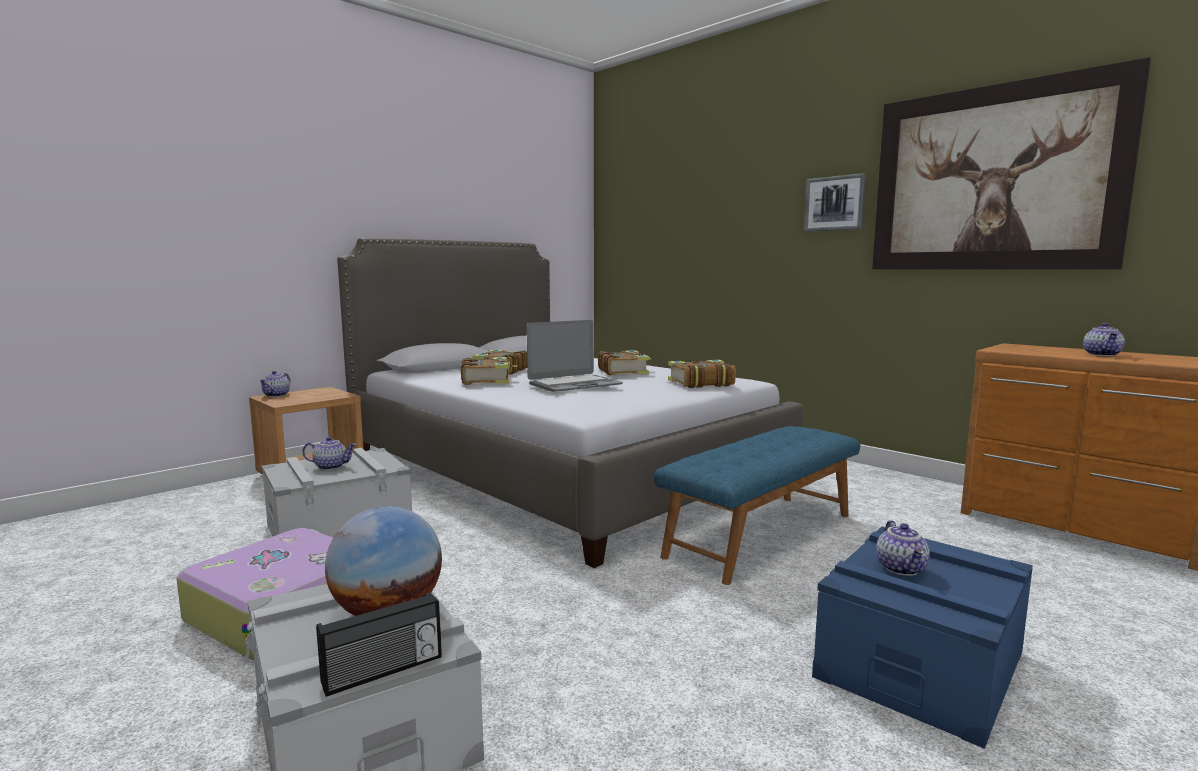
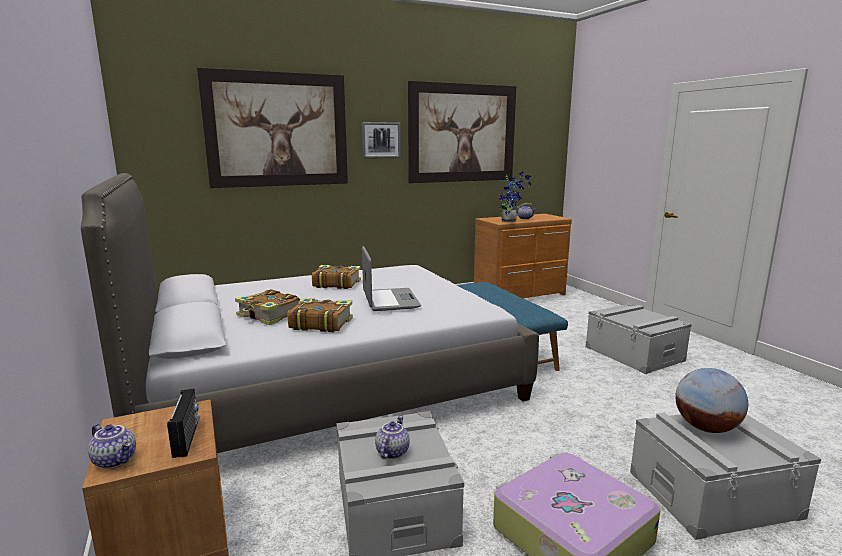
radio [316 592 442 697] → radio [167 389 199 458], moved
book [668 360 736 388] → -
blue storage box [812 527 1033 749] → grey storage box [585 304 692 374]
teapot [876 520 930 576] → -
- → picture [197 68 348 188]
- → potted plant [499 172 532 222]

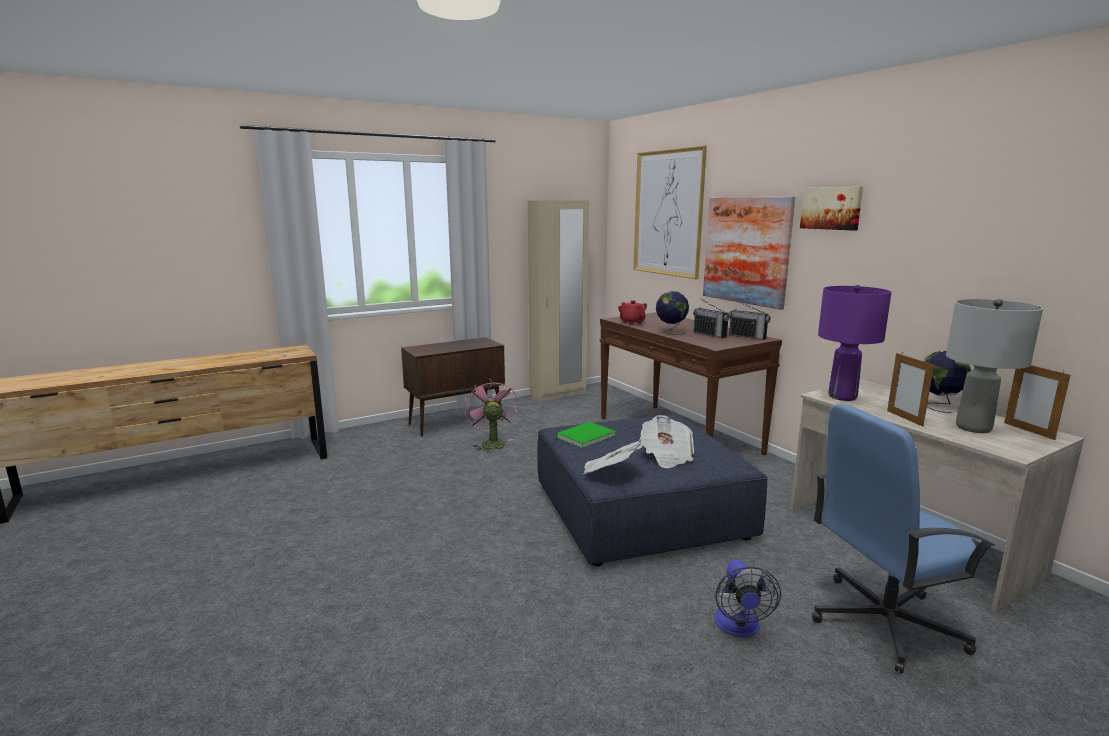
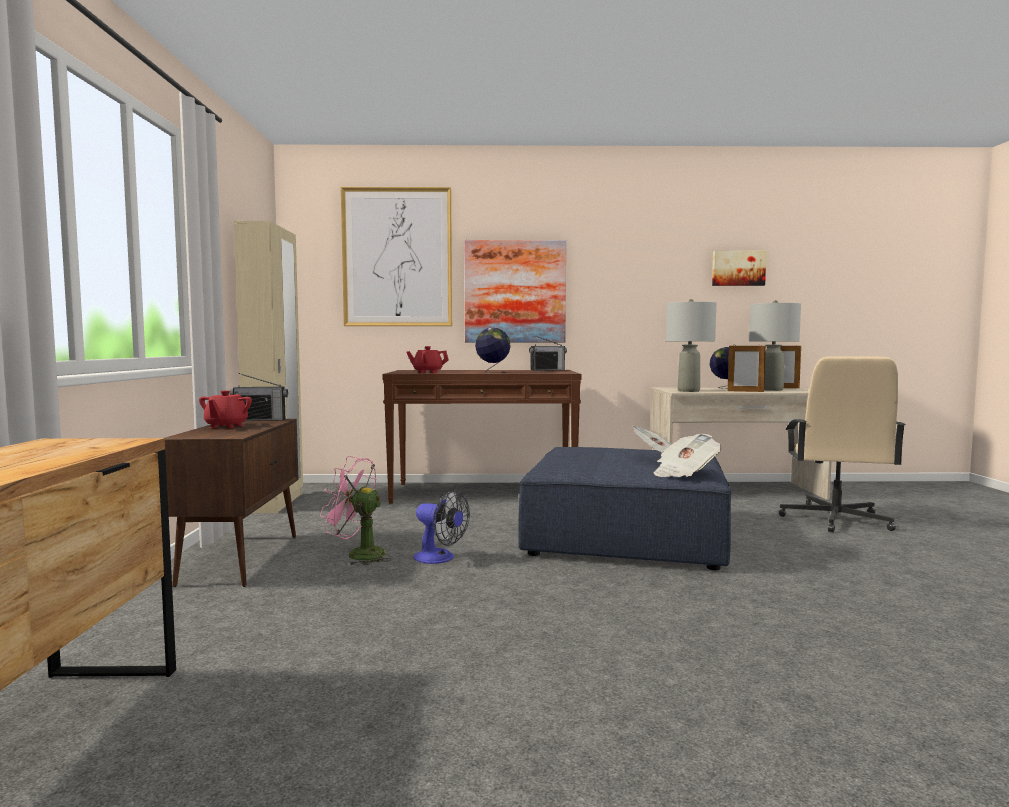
green book [556 422 616 448] → -
radio [693 300 729 338] → radio [230 373 288 421], moved
fan [714 560 781 637] → fan [413 490 470 564], moved
picture [800 187 863 231] → picture [712 251 766 286], moved
blue office chair [812 404 995 674] → beige office chair [779 356 906 532]
purple table lamp [818 285 892 401] → grey table lamp [666 299 716 392]
- → red teapot [199 390 252 429]

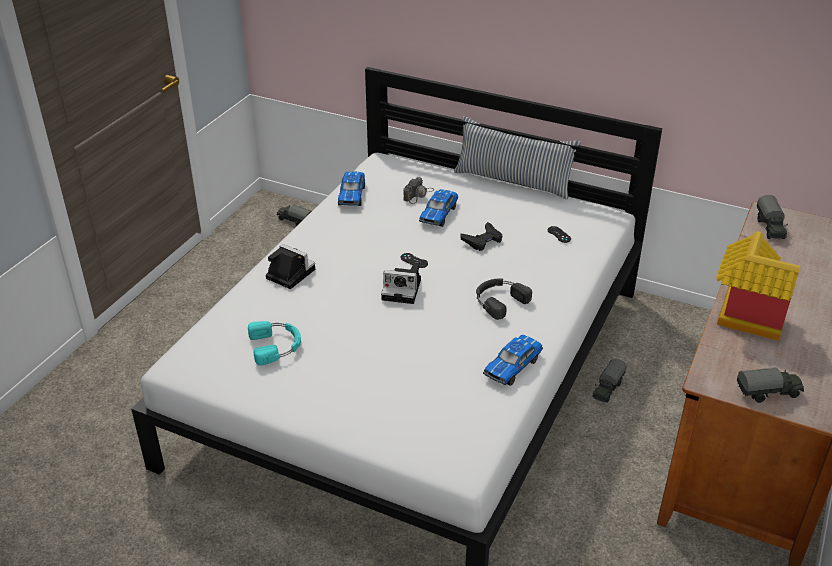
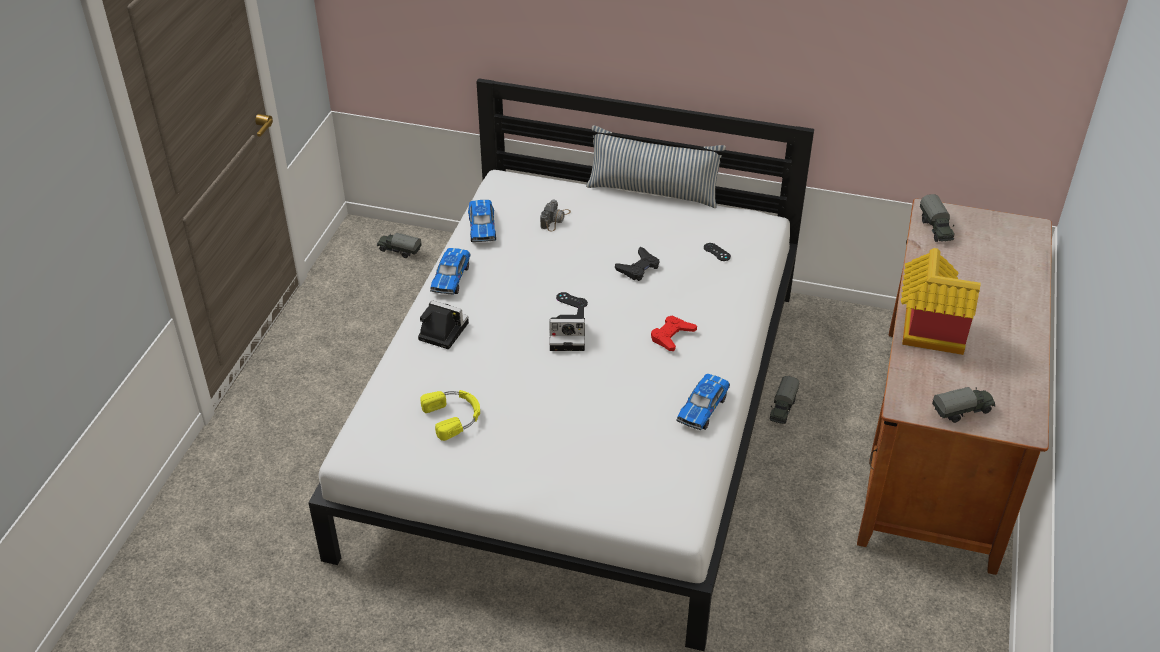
turquoise headphones [248 321 301 366] → yellow headphones [420 390 480 441]
toy car [419 189 458 227] → toy car [430 248 470 295], moved
black headphones [476 278 532 320] → red game controller [651 315 697 351]

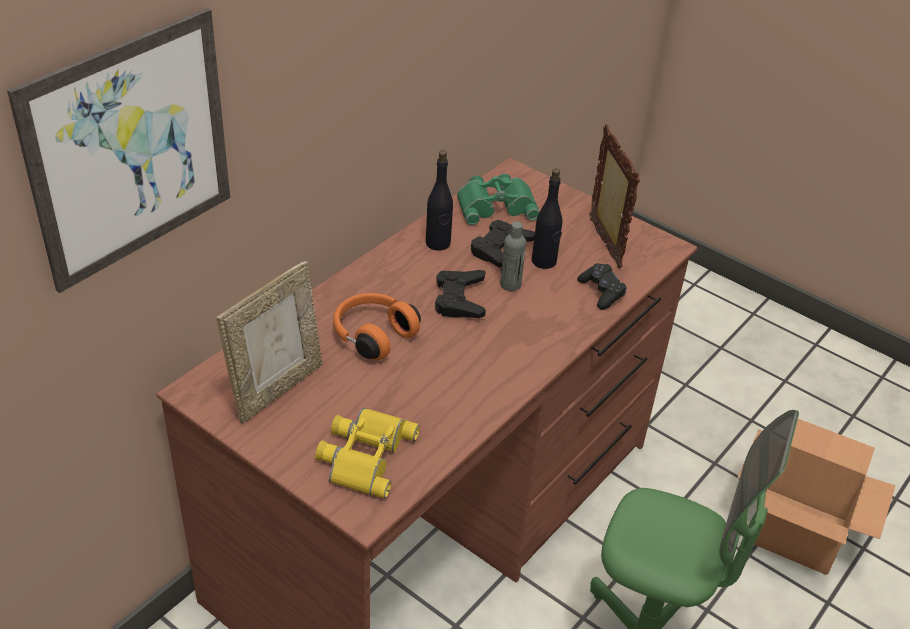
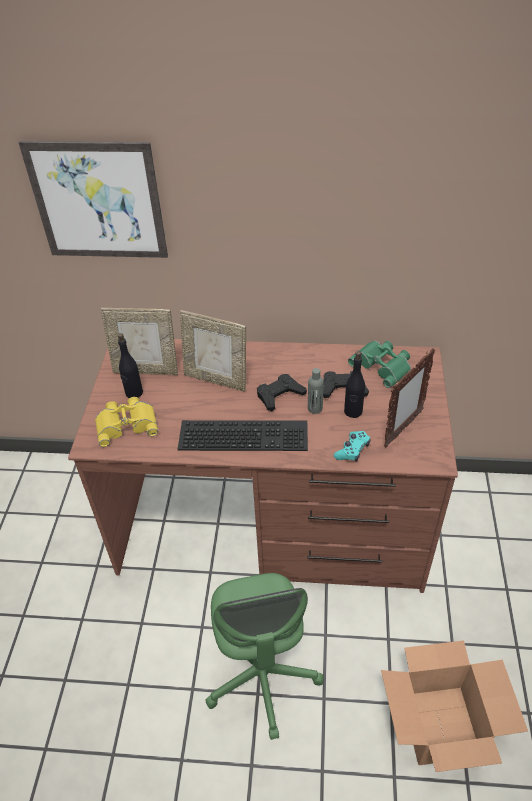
orange headphones [333 293 421 360] → picture frame [180 310 246 392]
black bottle [426 150 453 251] → black bottle [118 333 143 398], moved
black game controller [577 263 627 310] → turquoise game controller [334 431 370 461]
- → keyboard [178 420 308 451]

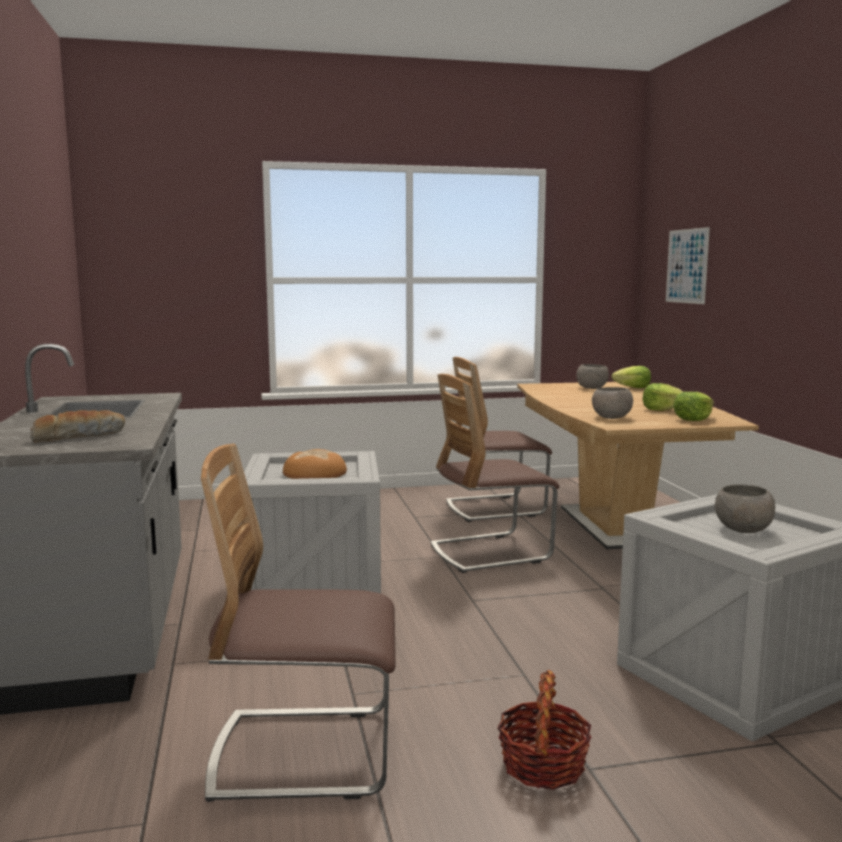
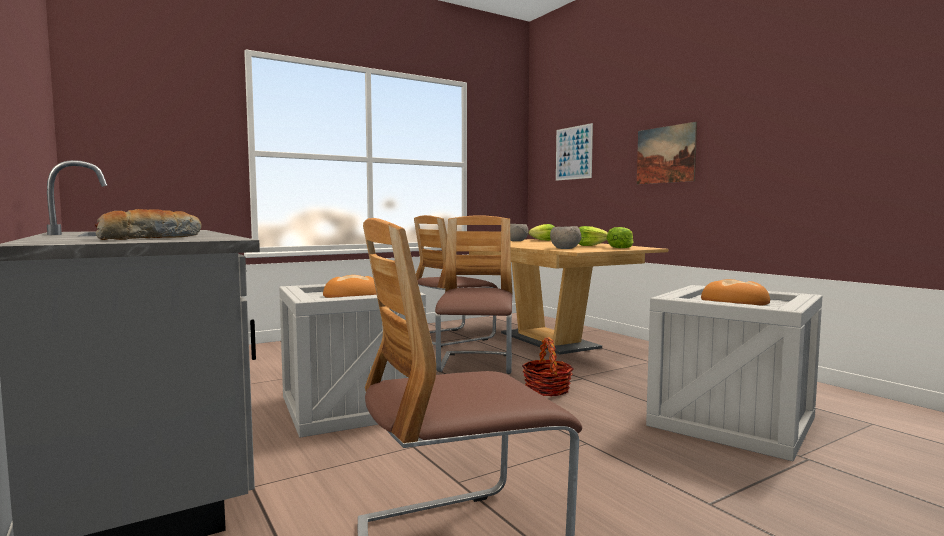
chair [430 374 559 573] → chair [435 215 512 374], 135 degrees clockwise
basket [497 670 592 790] → basket [522 337 573 397], moved
grey bowl [715 484 775 533] → bread [701 279 770 306]
- → picture [637 122 697 184]

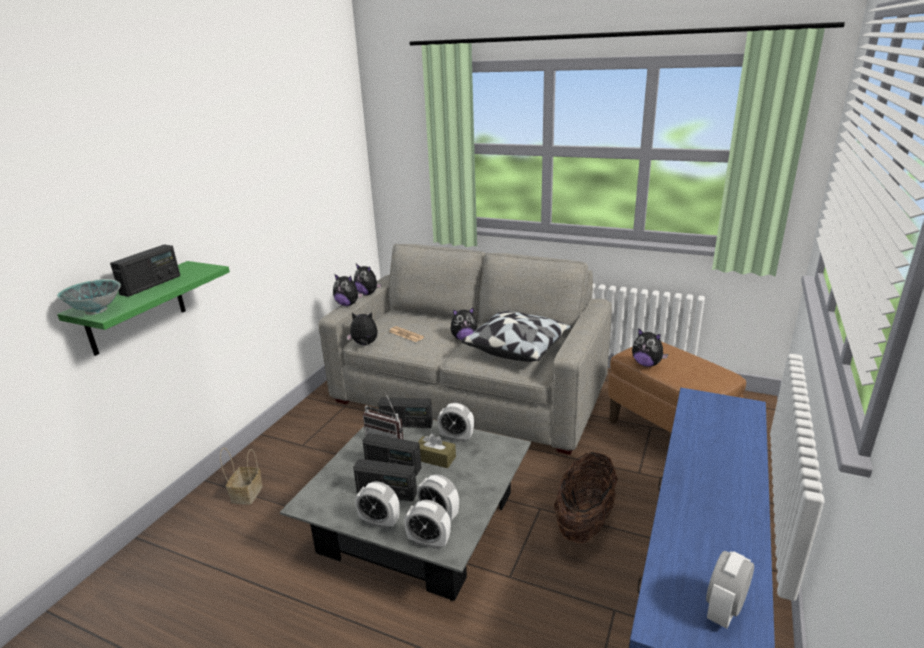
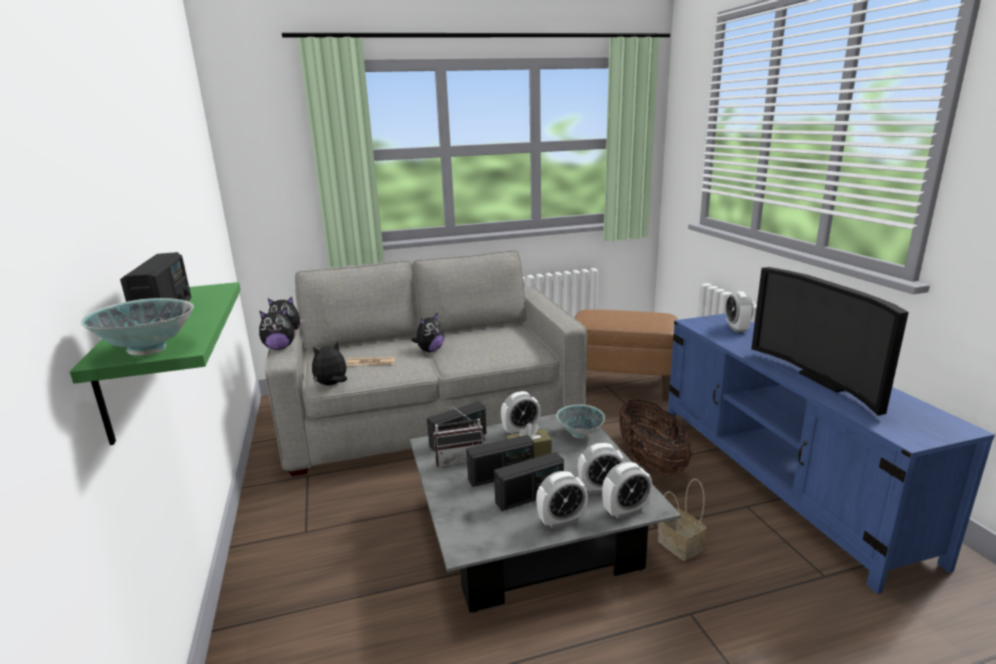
basket [220 448 263 504] → basket [658 479 707 561], moved
pillow [461 311 572 362] → -
plush toy [632 328 668 367] → -
alarm clock [706 551 754 628] → alarm clock [726 291 753 332], moved
- → bowl [556 405 605 438]
- → television [751 267 909 416]

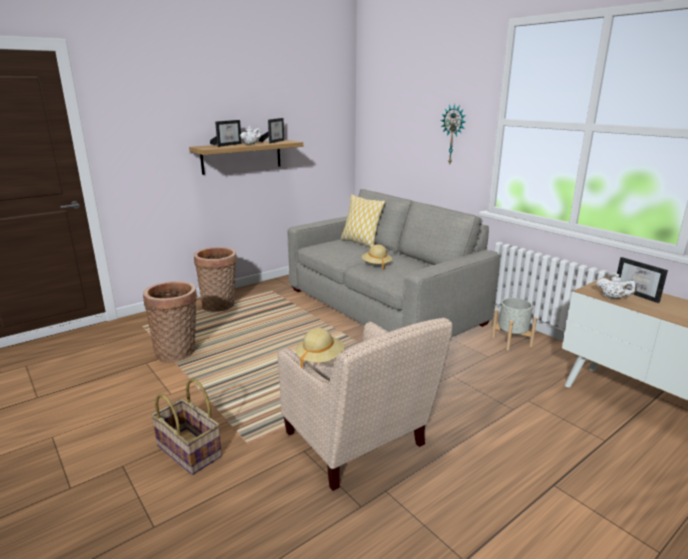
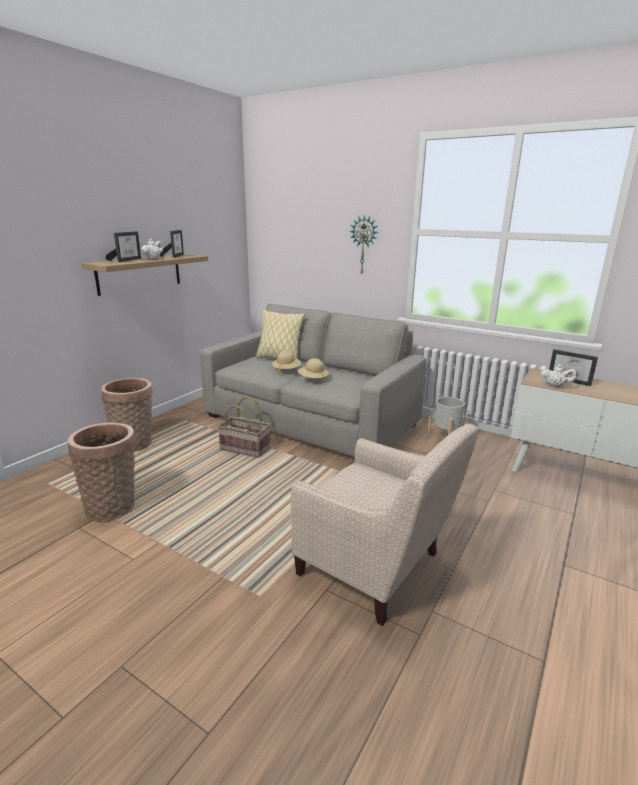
basket [151 379 222 475] → basket [217 397 270 458], moved
beige hat [295 328 345 368] → beige hat [272 350 301 375], moved

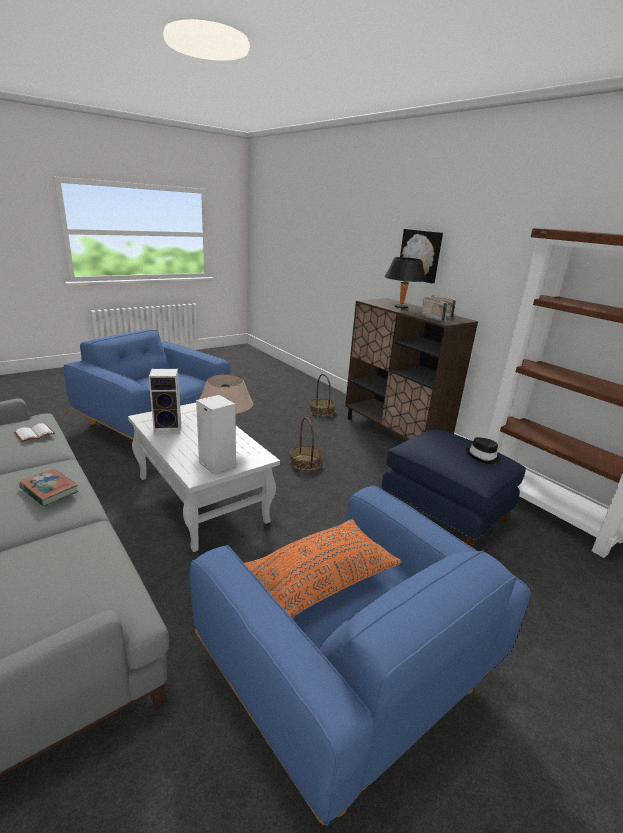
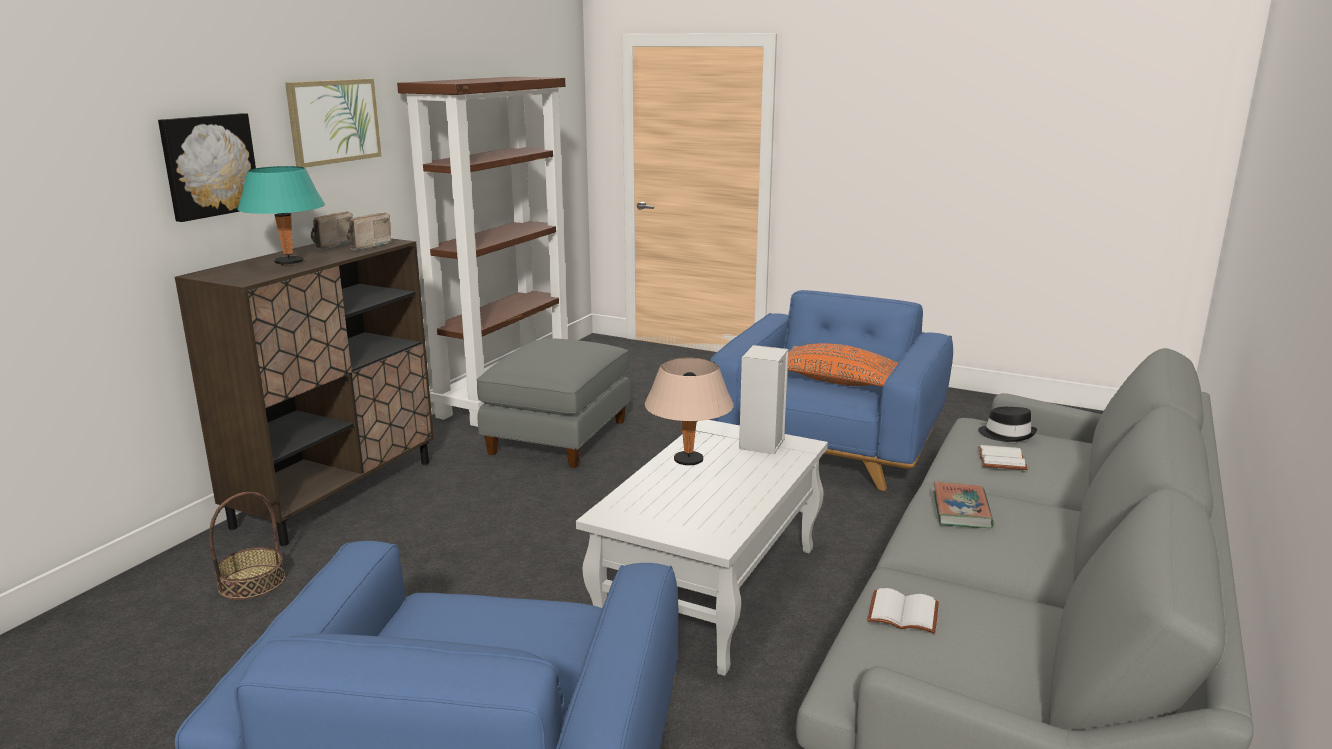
speaker [149 369 181 434] → -
basket [290 417 322 471] → -
blue ottoman [382 429 526 547] → grey ottoman [477 338 631 468]
black table lamp [384 257 426 309] → turquoise table lamp [237 166 325 265]
black hat [466 437 501 464] → black hat [978 407 1037 442], moved
- → picture [285 79 381 168]
- → white book [978 445 1027 470]

